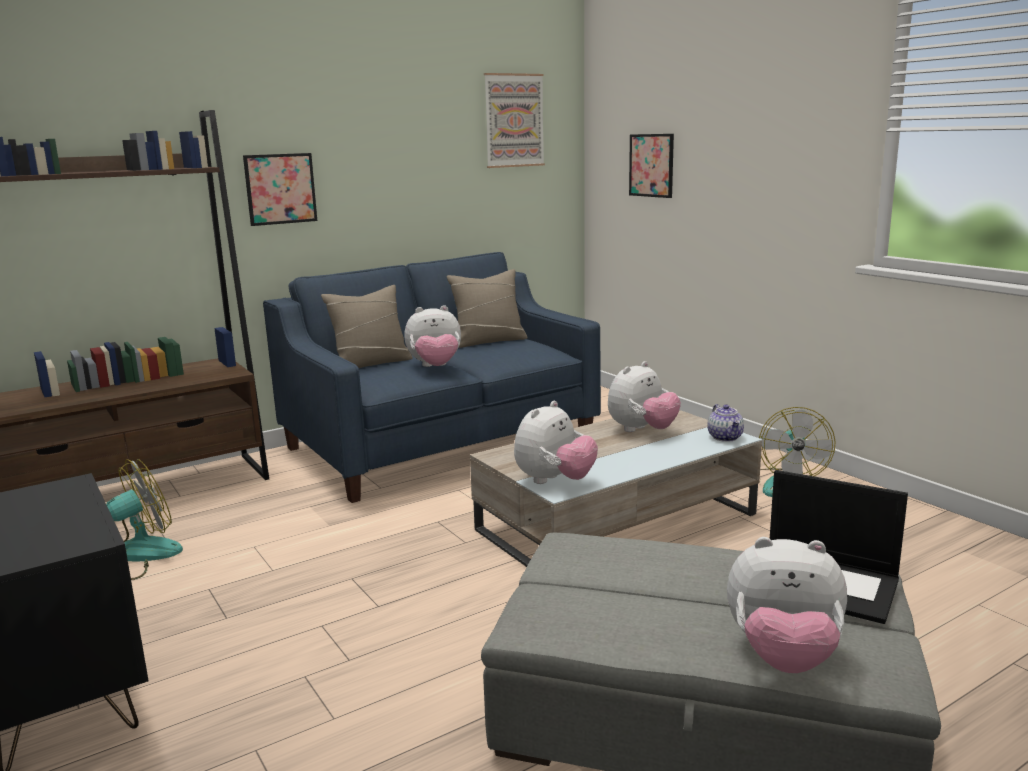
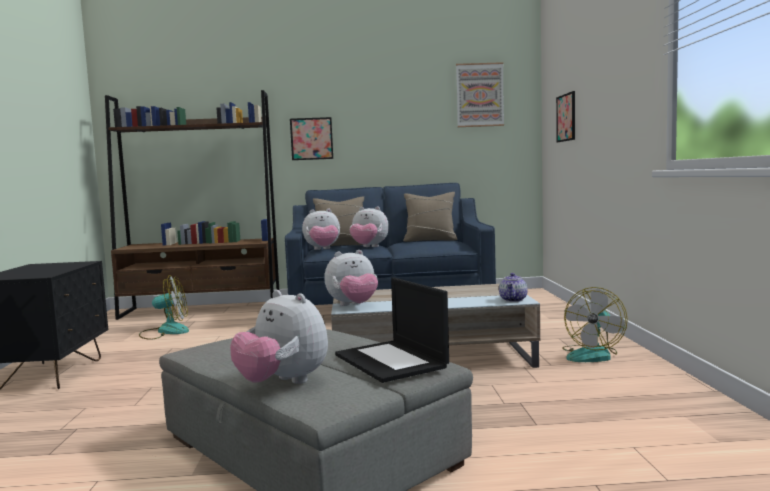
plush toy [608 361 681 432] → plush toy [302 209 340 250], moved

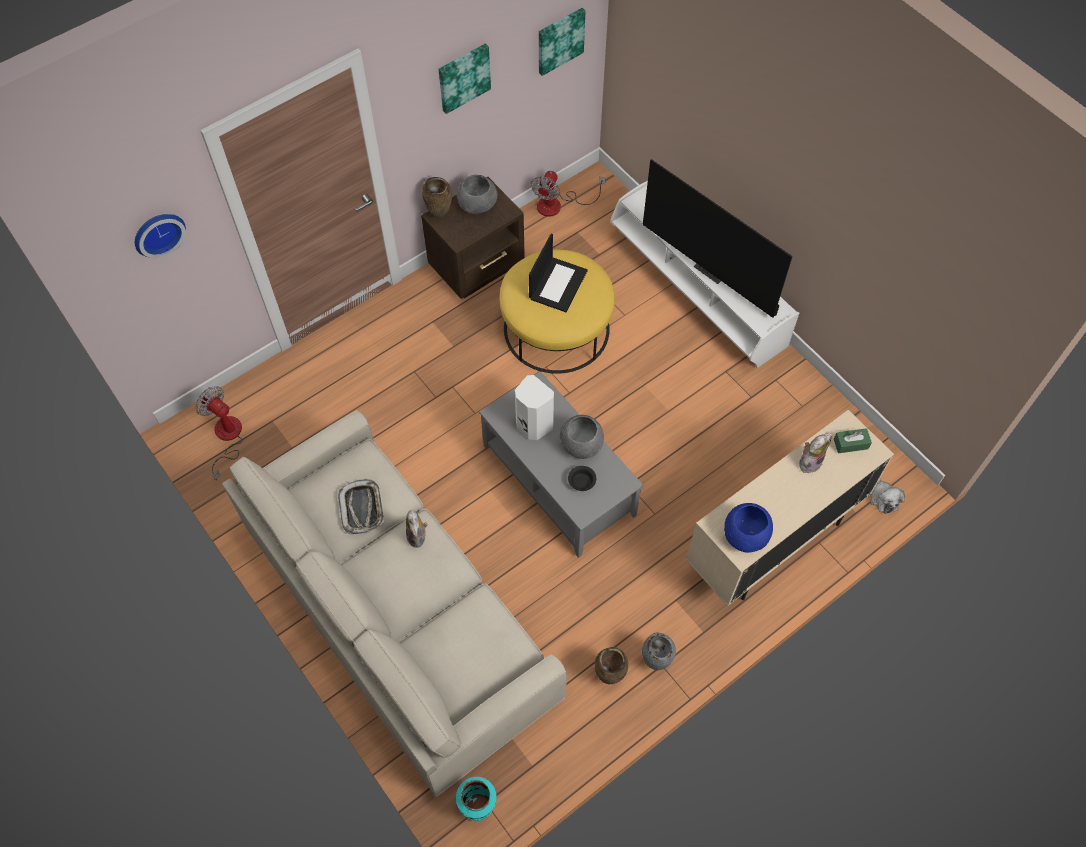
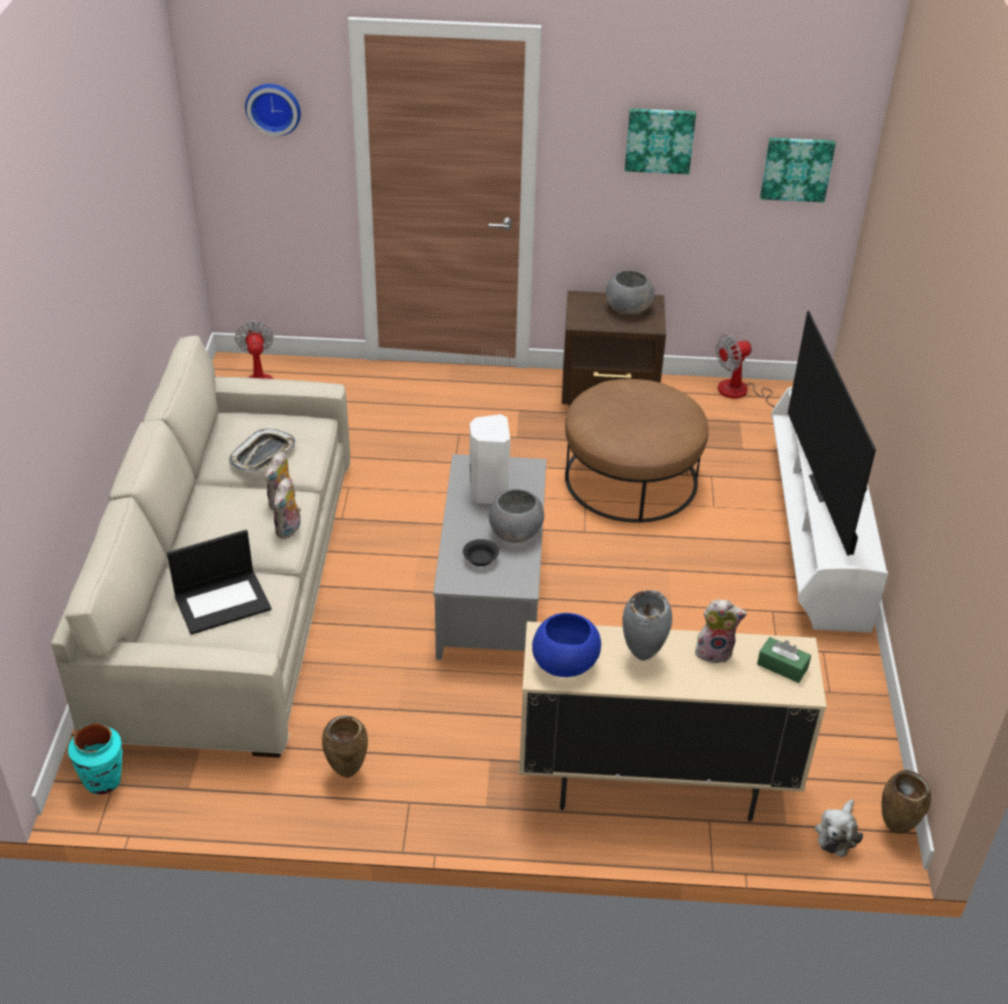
brown vase [422 177 452 218] → brown vase [881 770 931 834], moved
yellow ottoman [500 249 615 374] → brown ottoman [565 379 709 523]
laptop [529 234 588 312] → laptop [167 530 272 635], moved
grey vase [642 633 676 670] → grey vase [622 590 672 661], moved
- → plush toy [273 478 301 539]

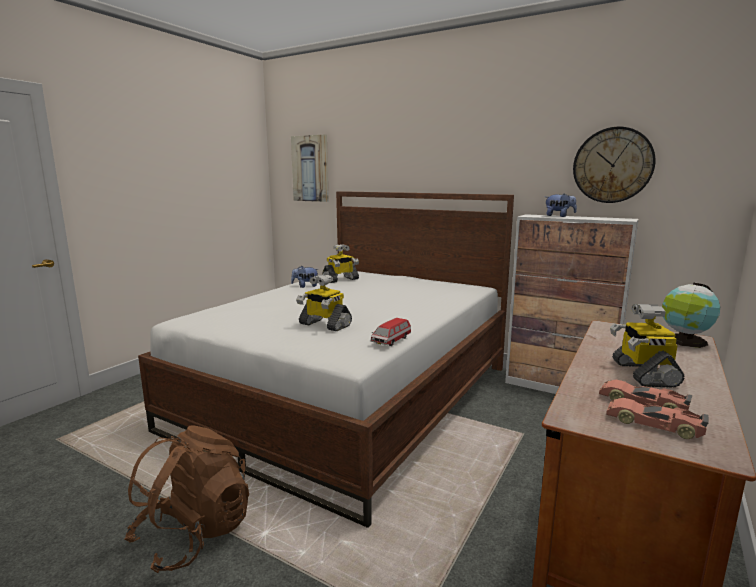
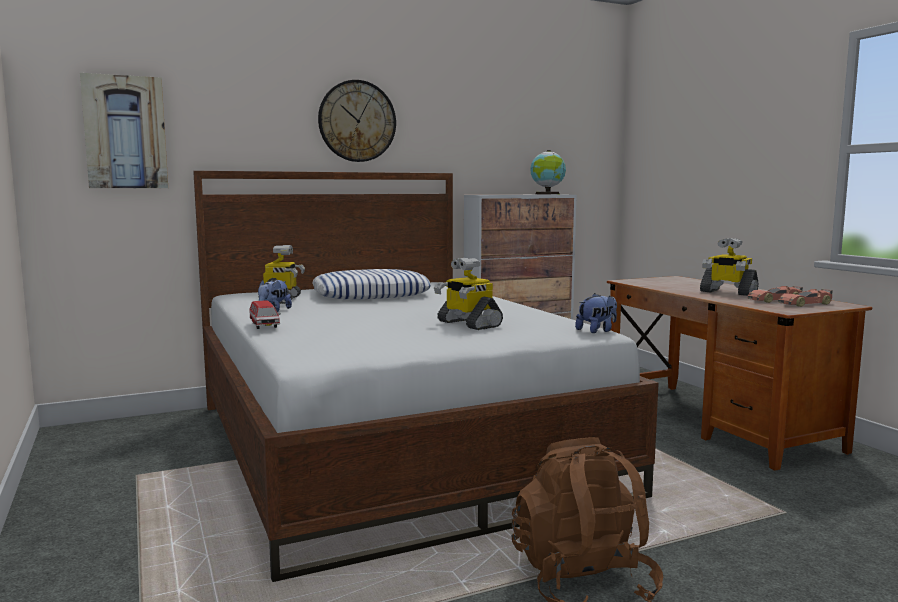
toy robot [296 274 352 331] → toy robot [434 258 503 330], 75 degrees clockwise
toy car [370 318 411 346] → toy car [249 300 281 329], moved
plush toy [546 193 577 217] → plush toy [575 293 617 333], moved
wall clock [573 127 655 203] → wall clock [318 80 396 162], moved
globe [662 283 720 348] → globe [530 150 566 194], moved
- → pillow [312 269 431 299]

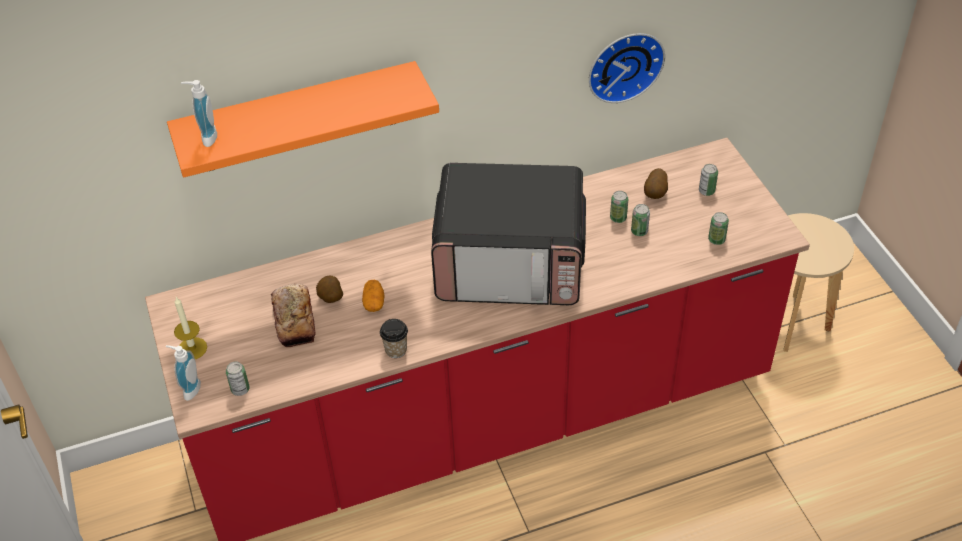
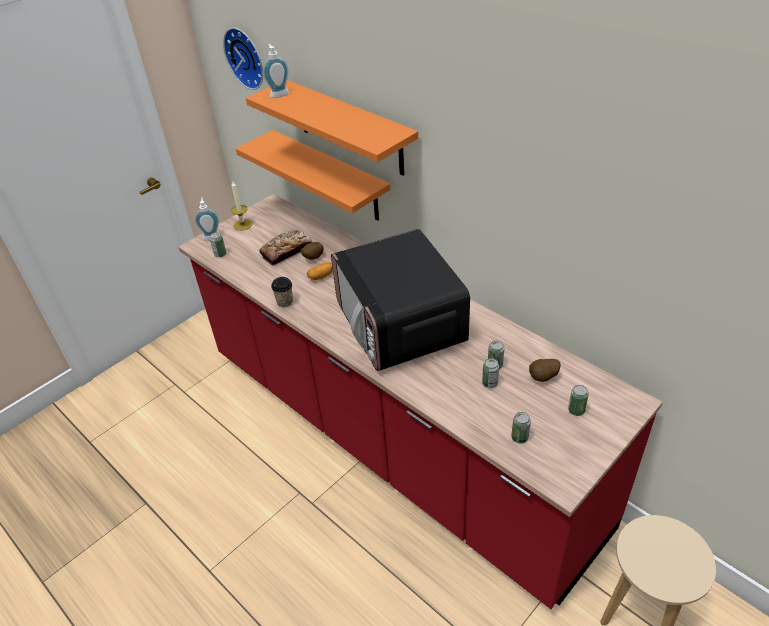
wall clock [589 33 665 103] → wall clock [223 28 263 90], moved
- → orange shelf [236 130 390 221]

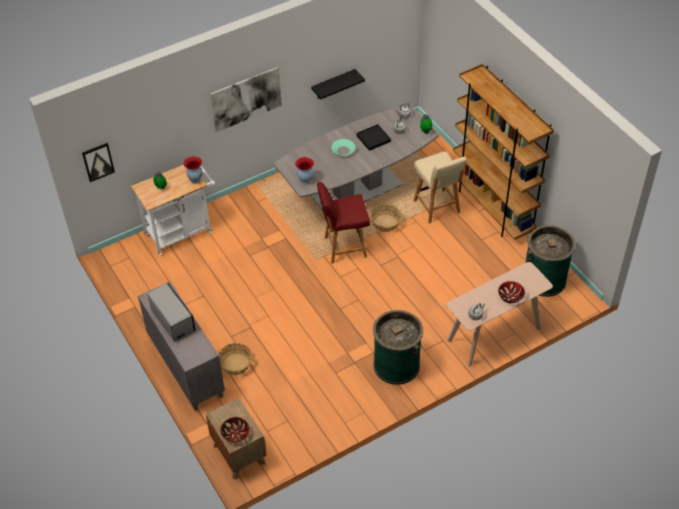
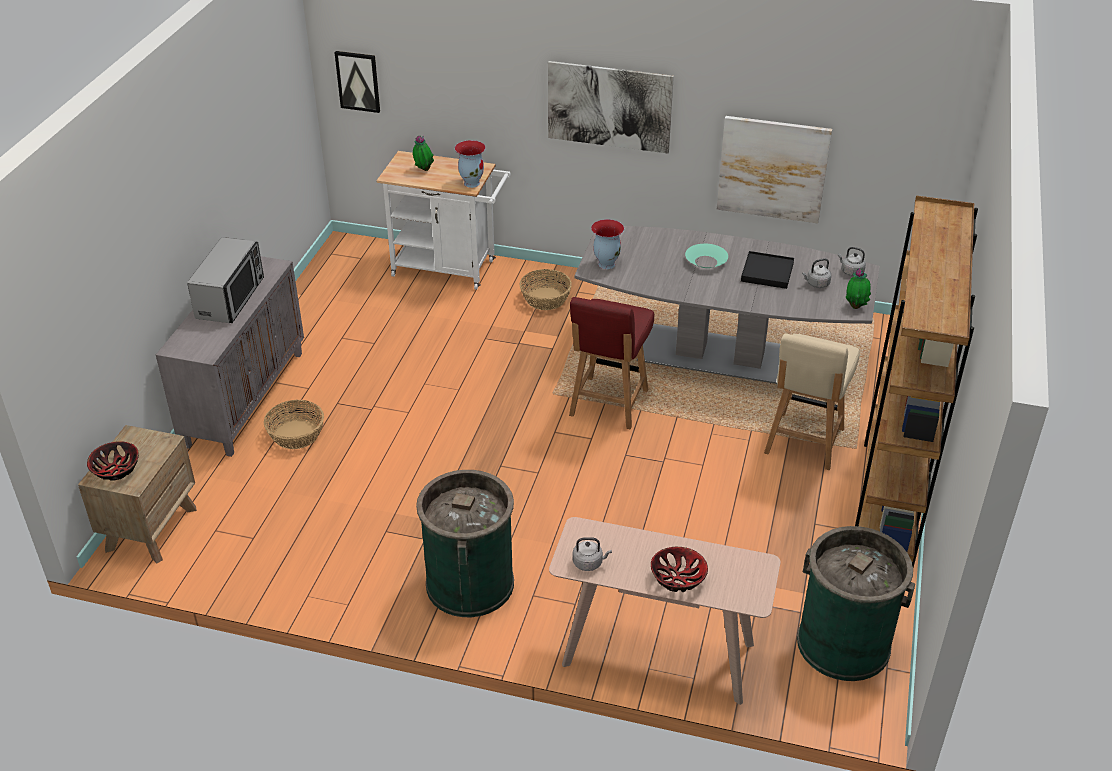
black shelf [311 69 365 99] → picture [717 116 832 223]
red chair [317 182 370 264] → red chair [569 297 654 429], 105 degrees counterclockwise
basket [370 204 402 232] → basket [519 269 572 310], moved

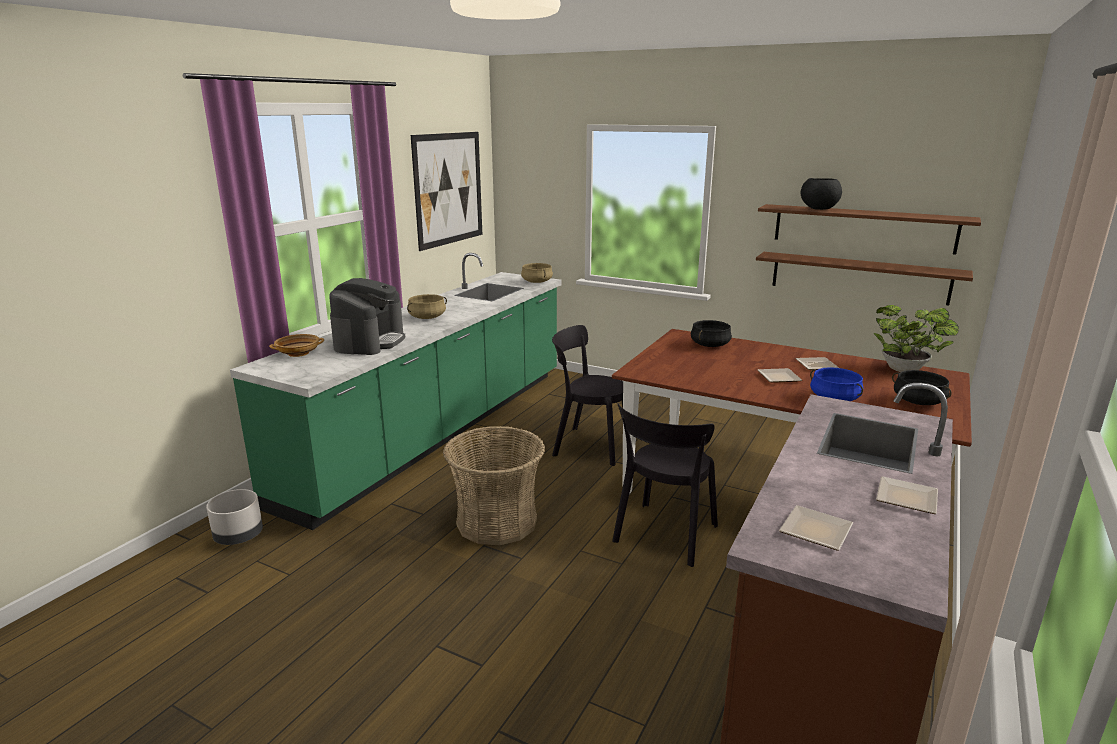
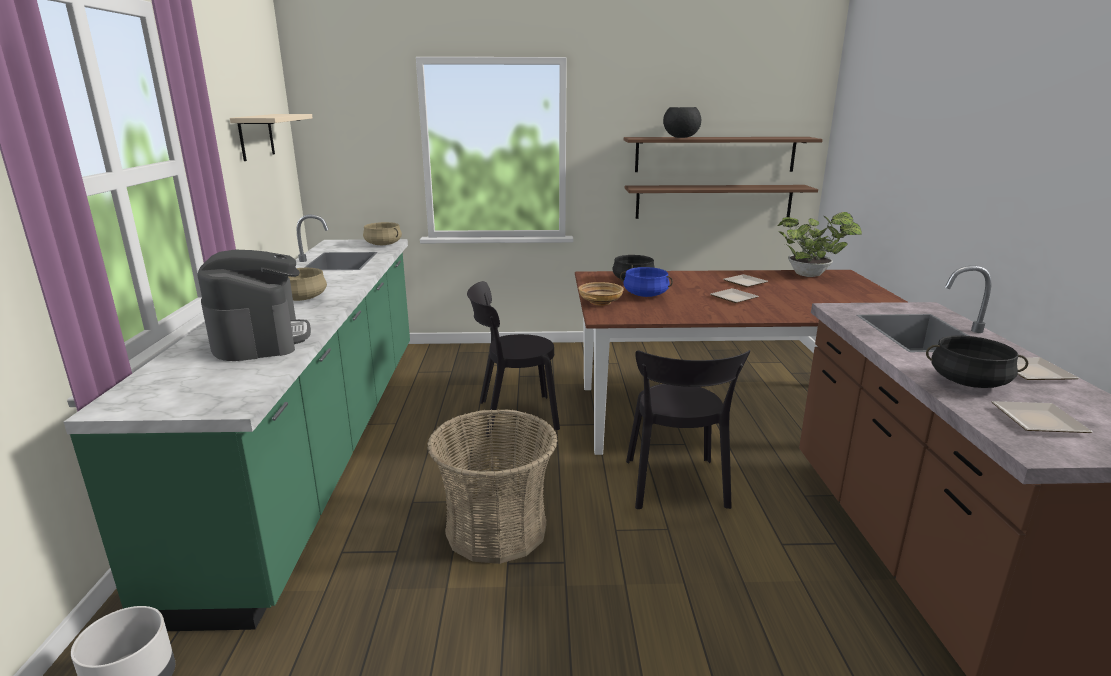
beige bowl [269 334 324 357] → beige bowl [578 282 624 306], moved
picture [411 132 482 251] → beige shelf [230 114 313 161]
blue cooking pot [810 367 863 401] → blue cooking pot [620 267 673 297], moved
black cooking pot [892 370 952 405] → black cooking pot [926 335 1028 388], moved

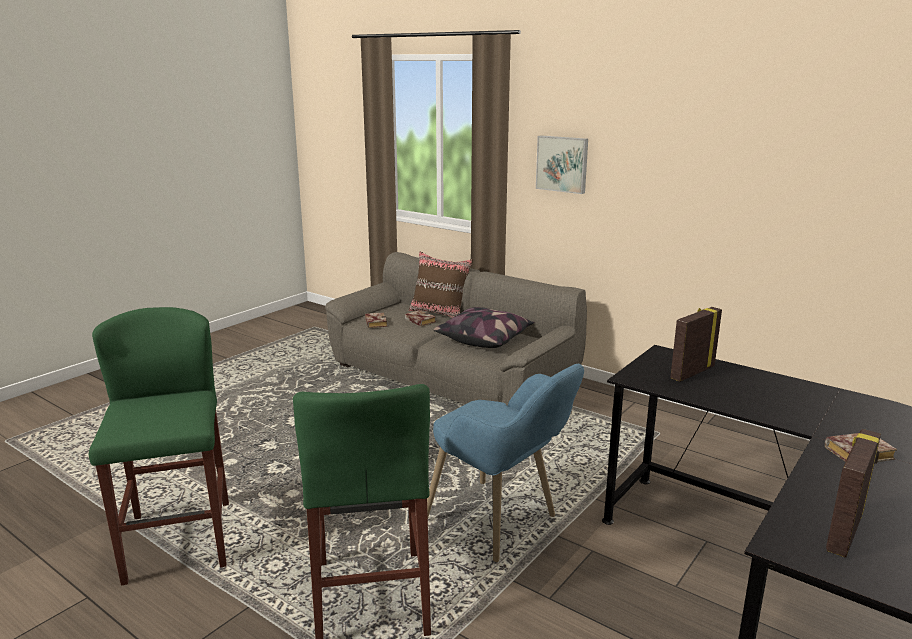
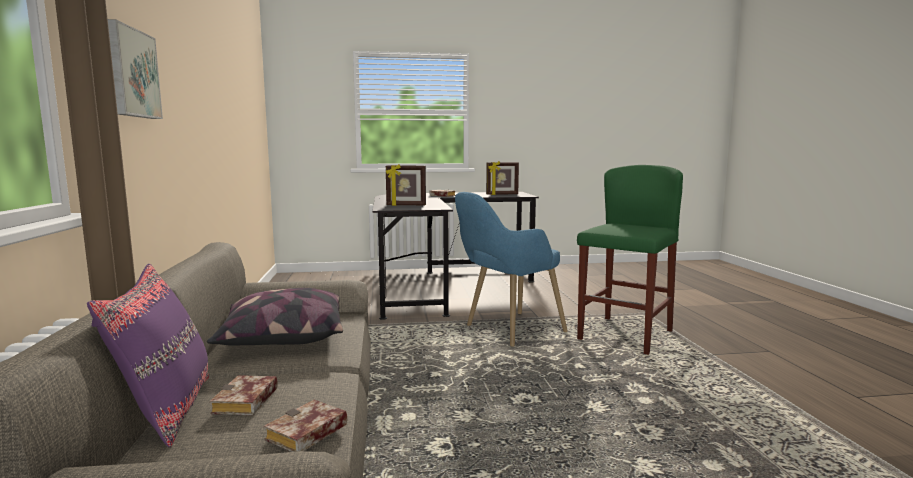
green stool [89 307 229 585] → -
brown pillow [409 251 473 318] → purple pillow [87 263 209 448]
blue armchair [427 364 584 562] → blue armchair [455 192 568 347], 120 degrees counterclockwise

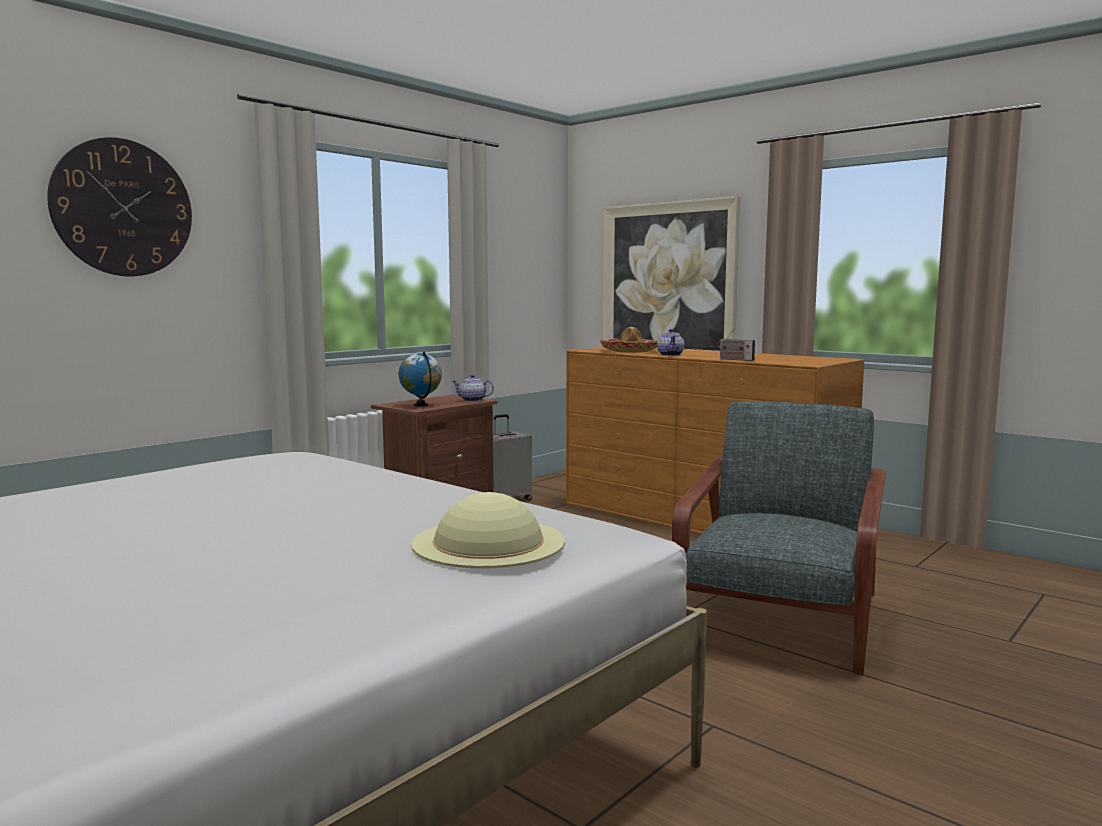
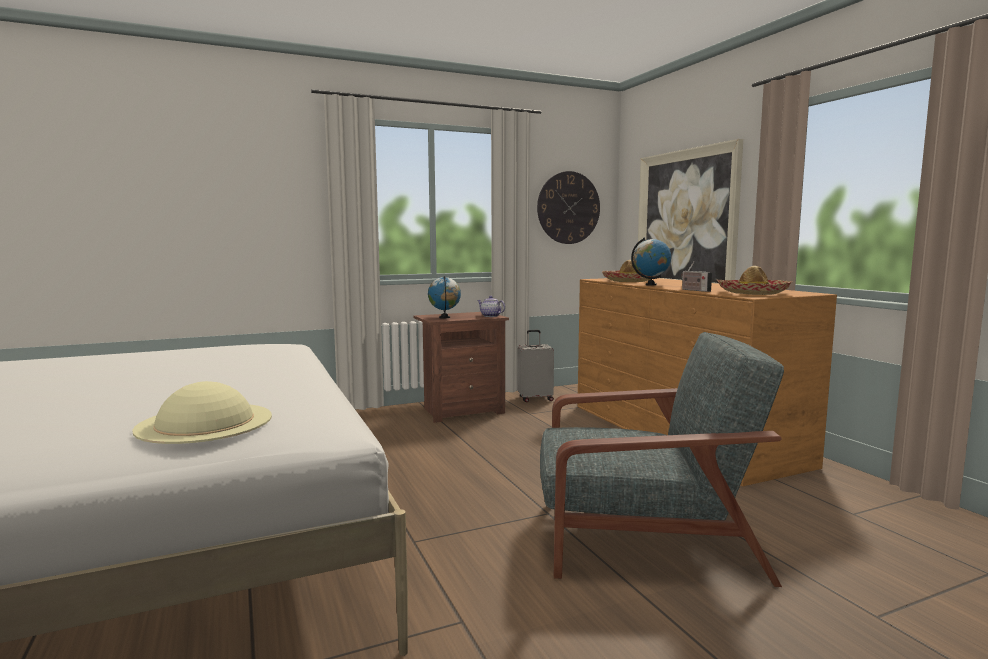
wall clock [47 137 192 276] → wall clock [537 171 600 244], moved
teapot [657 329 684 356] → globe [631 237 671 286]
grey armchair [672 401 886 675] → grey armchair [540 332 784 587], 45 degrees clockwise
- → hat [716 266 793 295]

